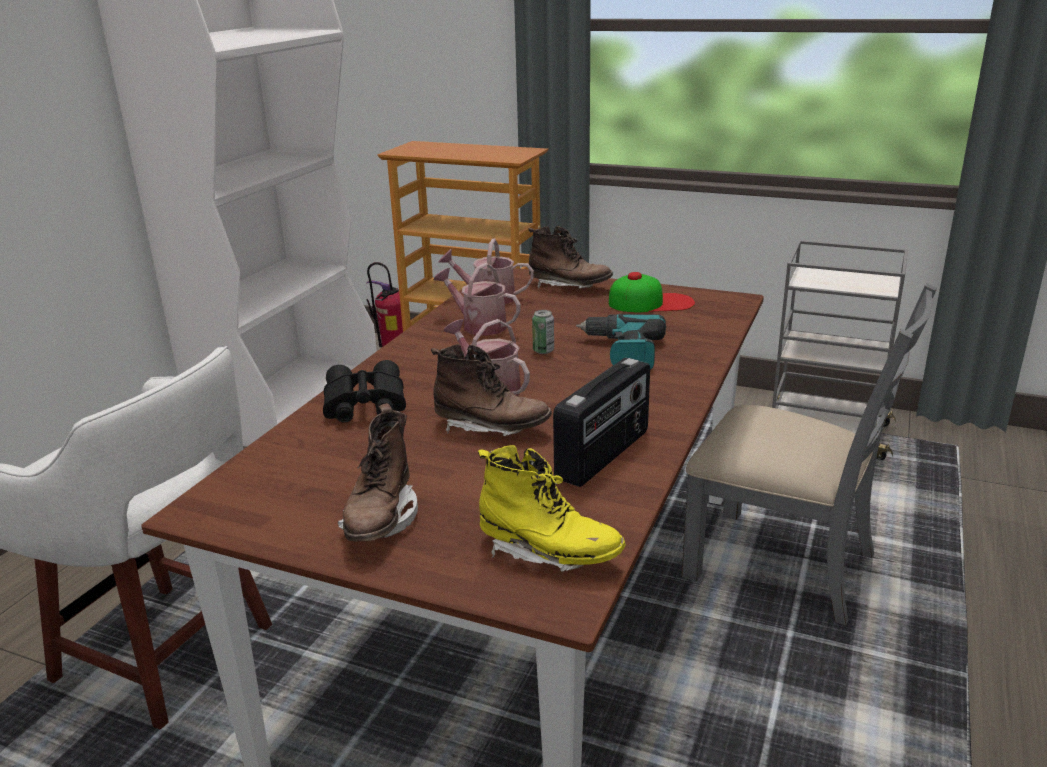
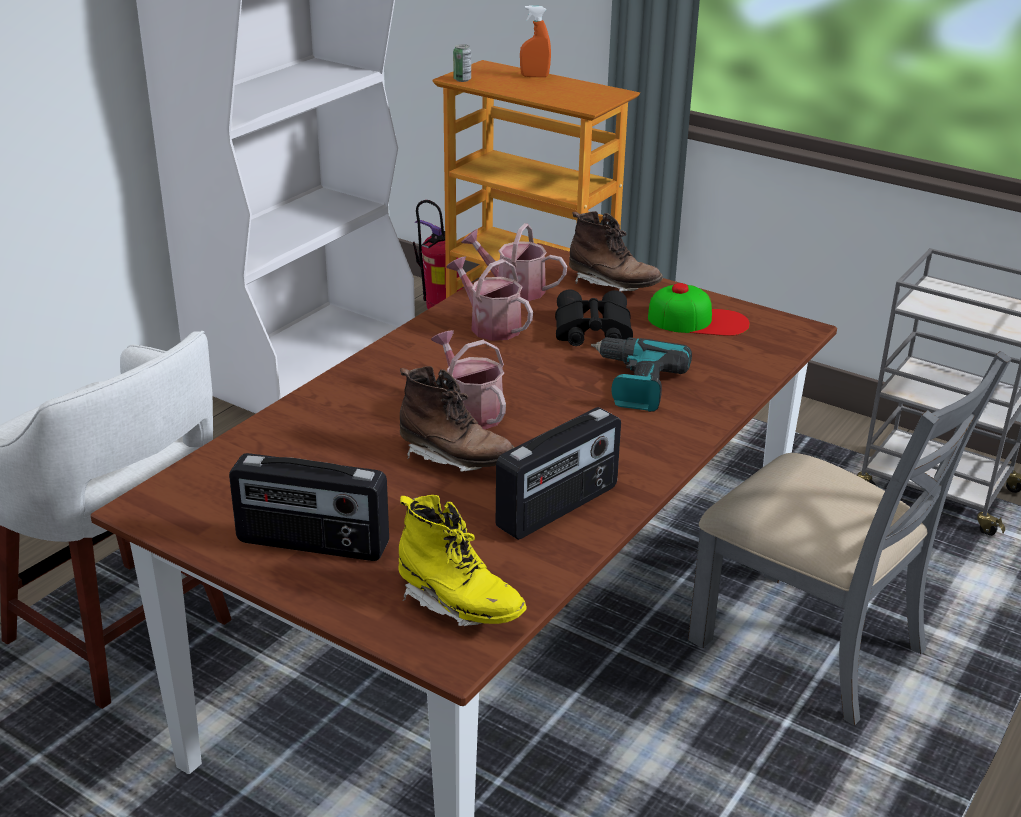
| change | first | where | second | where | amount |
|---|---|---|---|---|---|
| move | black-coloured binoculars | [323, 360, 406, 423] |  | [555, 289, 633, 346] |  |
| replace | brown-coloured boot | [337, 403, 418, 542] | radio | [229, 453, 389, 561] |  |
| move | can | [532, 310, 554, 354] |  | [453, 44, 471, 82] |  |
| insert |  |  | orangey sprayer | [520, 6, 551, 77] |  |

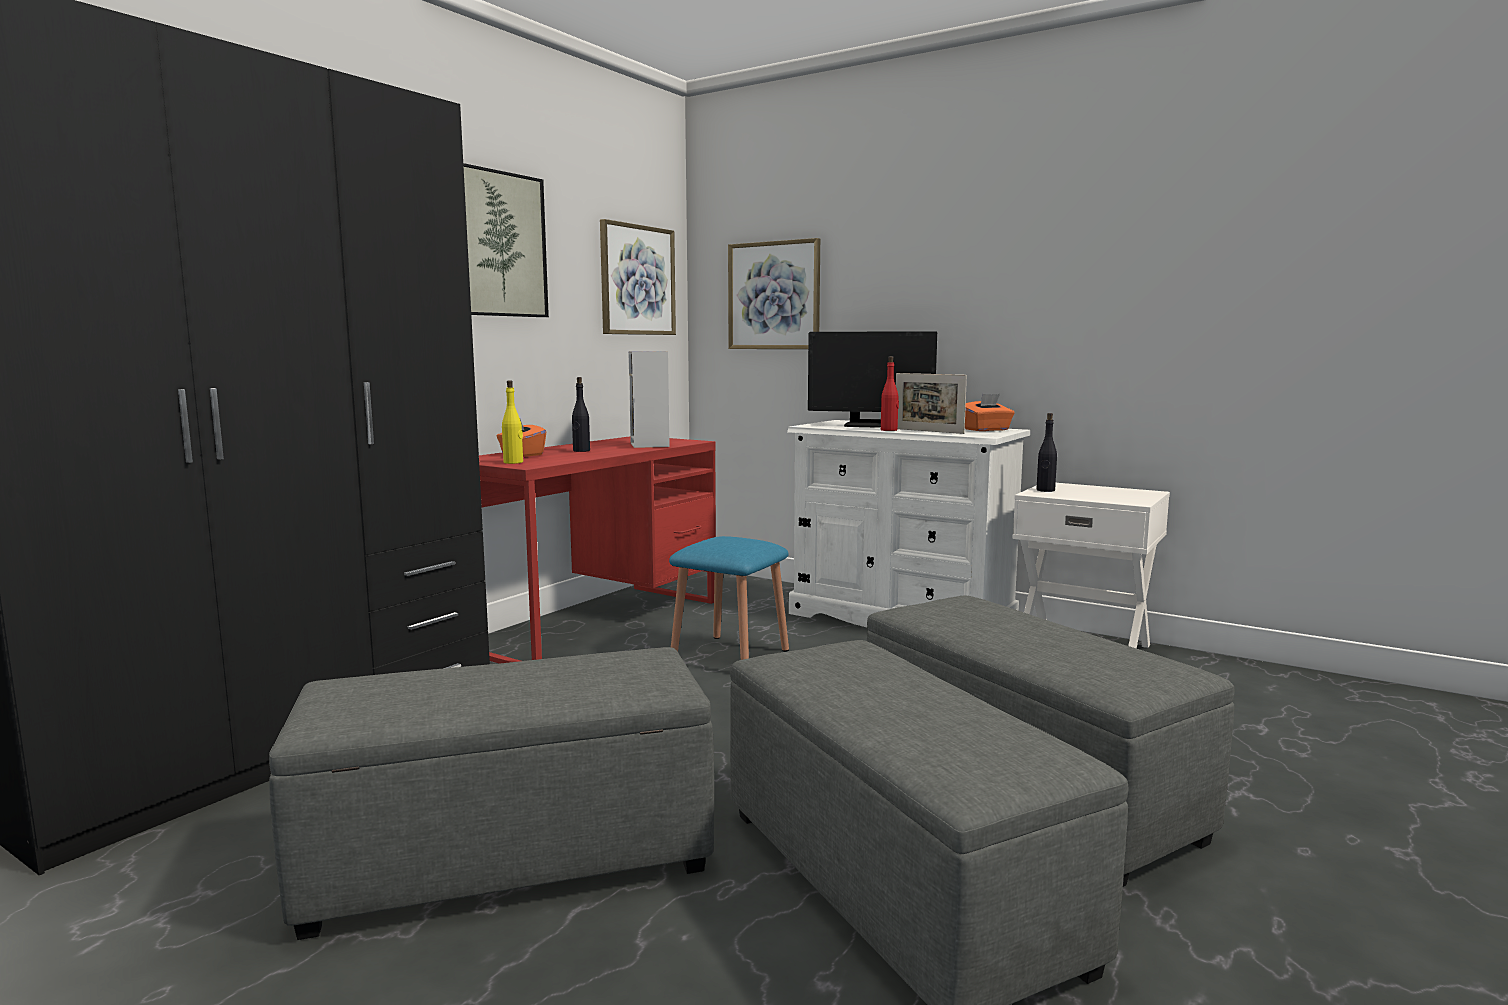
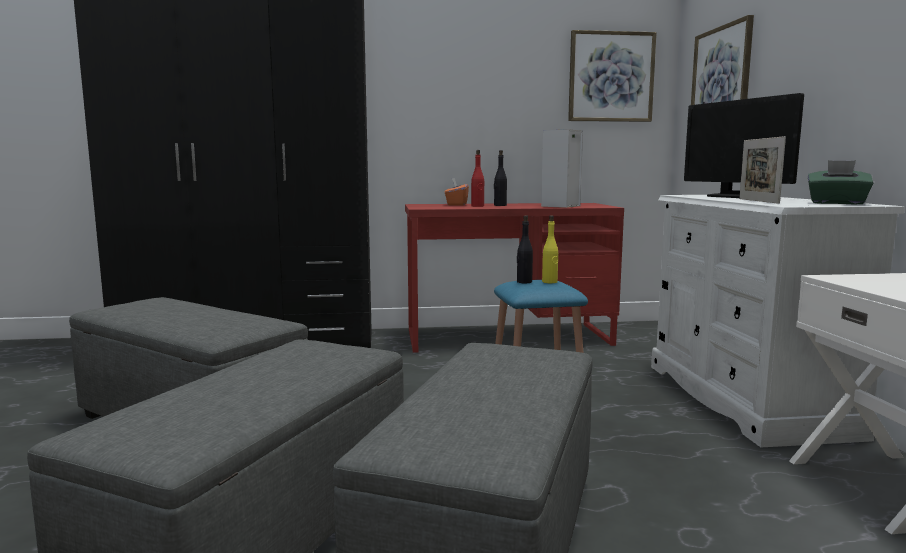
| change | first | where | second | where | amount |
|---|---|---|---|---|---|
| delete | picture | [463, 163, 549, 317] |  |  |  |
| move | yellow-coloured bottle | [502, 381, 523, 464] |  | [542, 215, 558, 283] |  |
| move | reddish bottle | [881, 356, 899, 431] |  | [471, 150, 484, 207] |  |
| recolor | orangey tissue holder | [965, 394, 1014, 431] | greenish tissue holder | [808, 160, 873, 205] |  |
| move | black-coloured bottle | [1036, 413, 1057, 492] |  | [517, 215, 533, 283] |  |

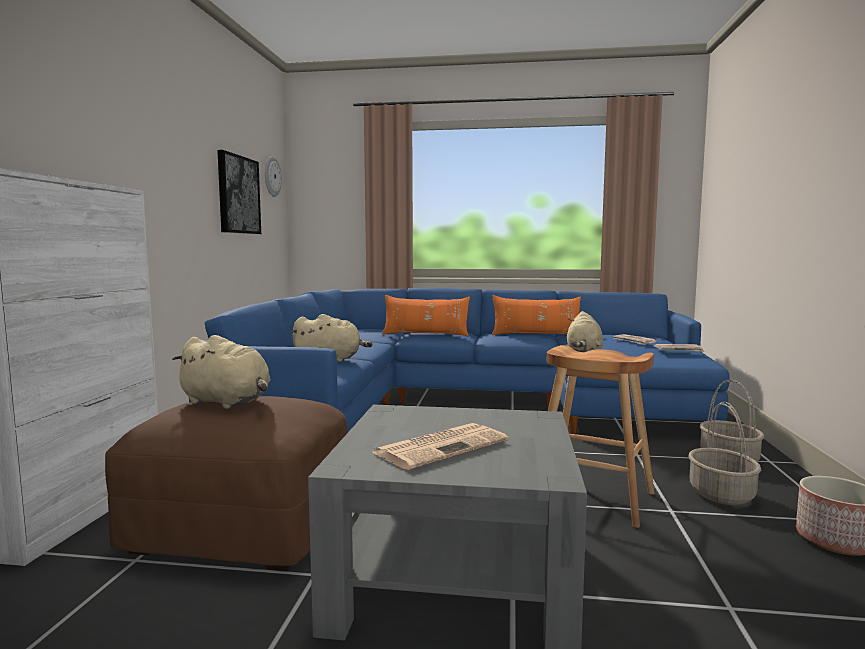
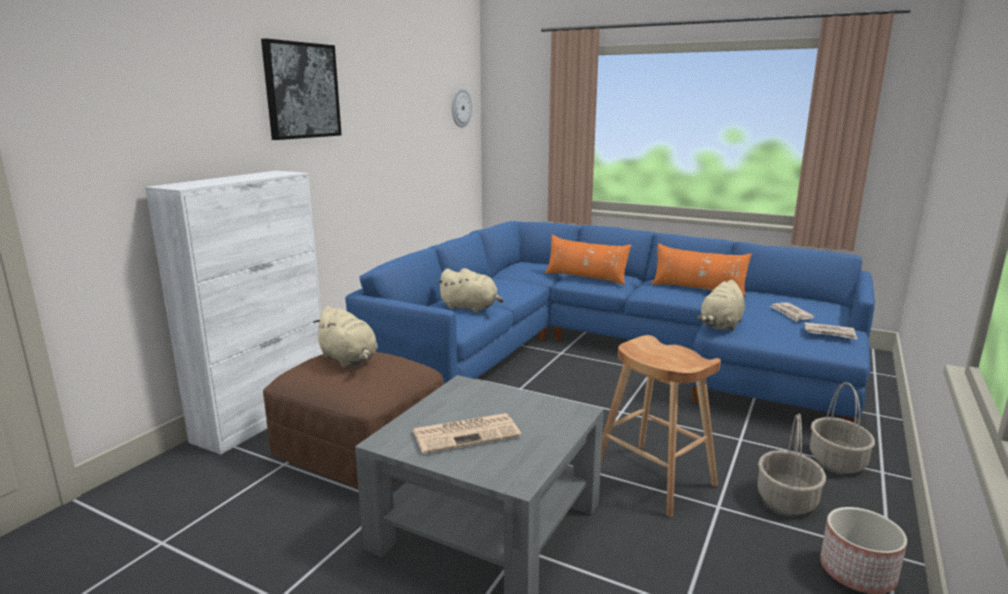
| change | first | where | second | where | amount |
|---|---|---|---|---|---|
| move | picture | [217, 150, 261, 234] |  | [261, 39, 342, 140] |  |

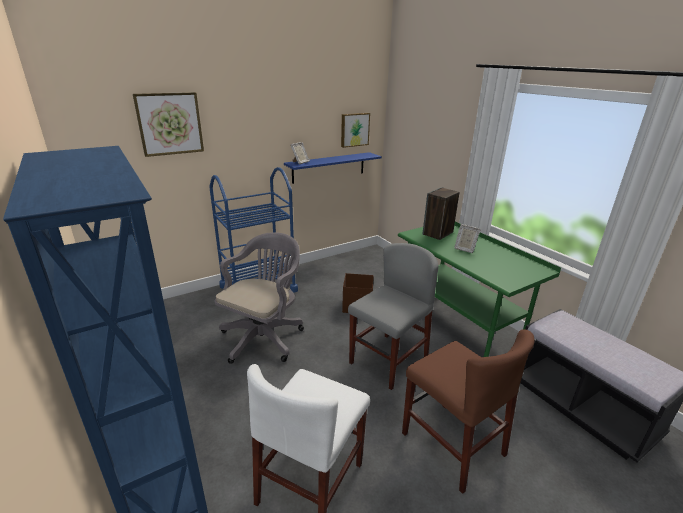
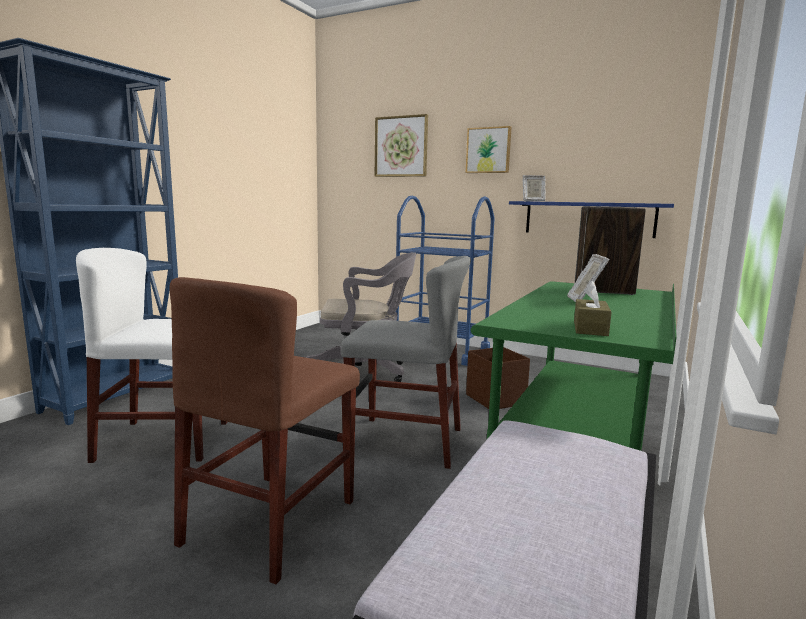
| change | first | where | second | where | amount |
|---|---|---|---|---|---|
| move | picture | [341, 113, 370, 148] |  | [466, 126, 512, 173] |  |
| insert |  |  | brown-coloured tissue holder | [574, 281, 612, 336] |  |

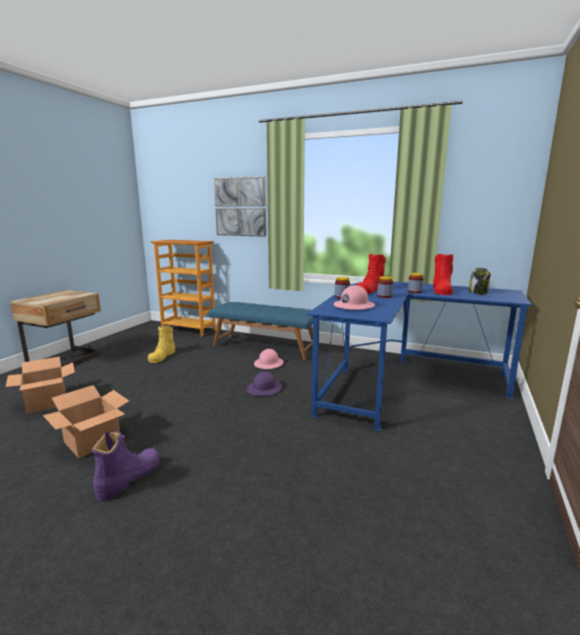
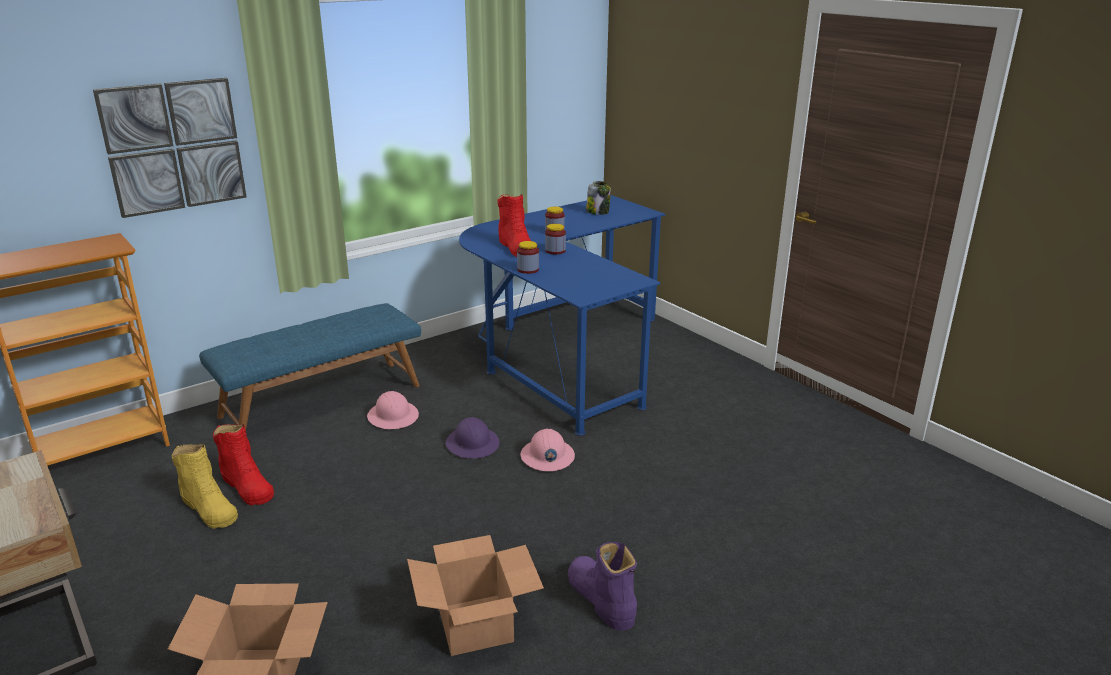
| change | first | where | second | where | amount |
|---|---|---|---|---|---|
| move | pink safety helmet | [334, 285, 375, 310] |  | [520, 429, 575, 471] |  |
| move | reddish boot | [433, 254, 453, 295] |  | [213, 424, 274, 505] |  |

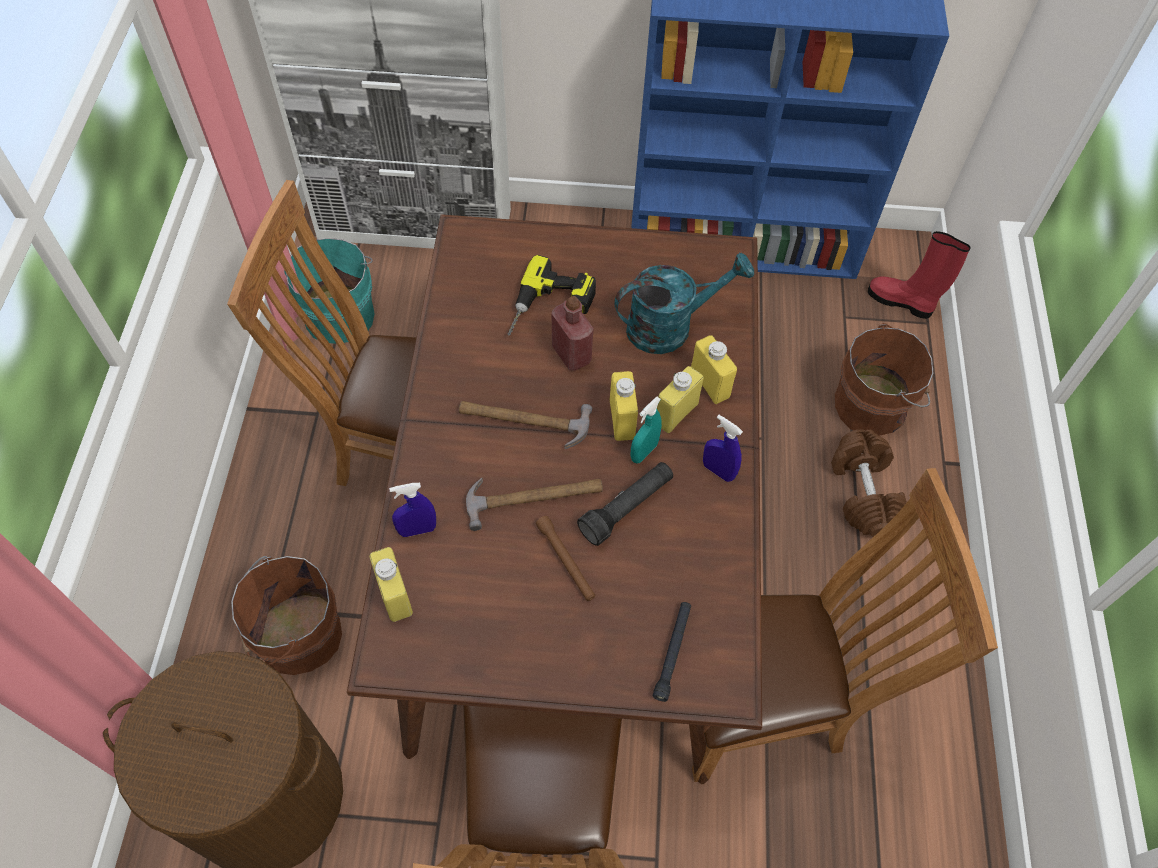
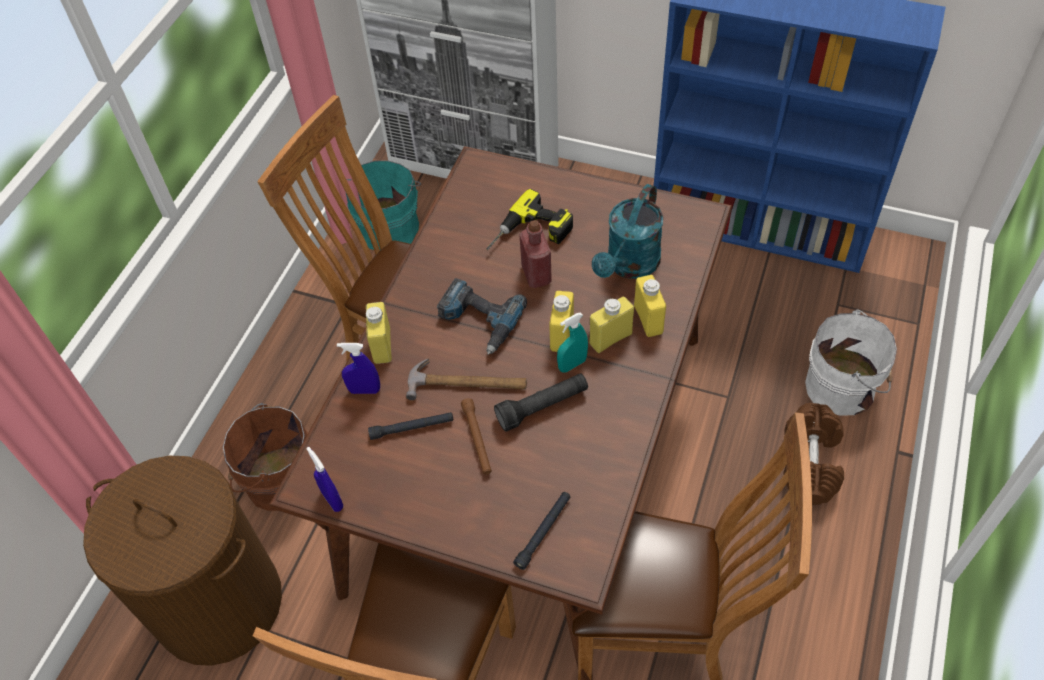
| change | first | where | second | where | amount |
|---|---|---|---|---|---|
| move | yellow-coloured bottle | [369, 547, 413, 622] |  | [366, 302, 392, 364] |  |
| replace | hand hammer | [459, 401, 592, 449] | electric drill | [437, 278, 527, 355] |  |
| rotate | turquoise watering pot | [614, 253, 754, 354] |  | [592, 184, 663, 279] | 120 degrees clockwise |
| move | bluish sprayer | [703, 415, 743, 482] |  | [306, 447, 343, 512] |  |
| recolor | brown-coloured pail | [835, 323, 933, 436] | white pail | [805, 310, 897, 416] |  |
| delete | reddish boot | [868, 231, 971, 319] |  |  |  |
| insert |  |  | black-coloured flashlight | [368, 412, 453, 440] |  |

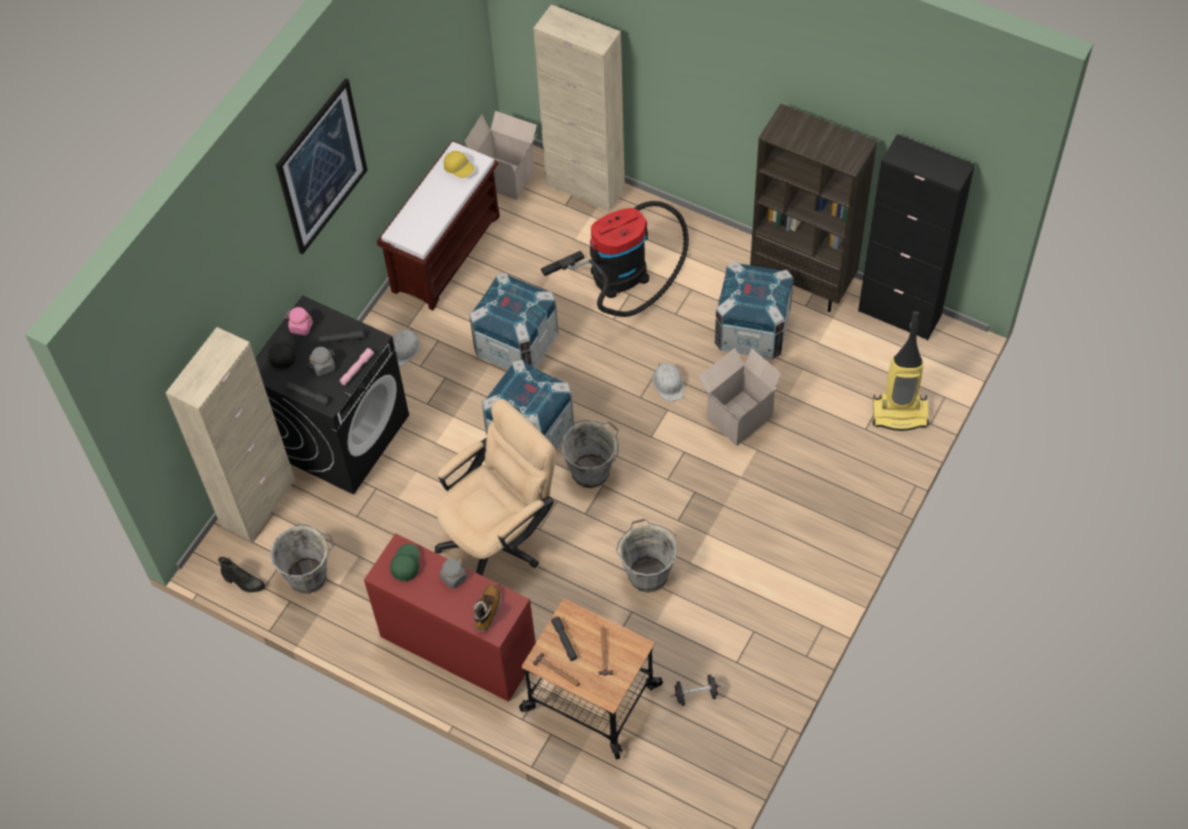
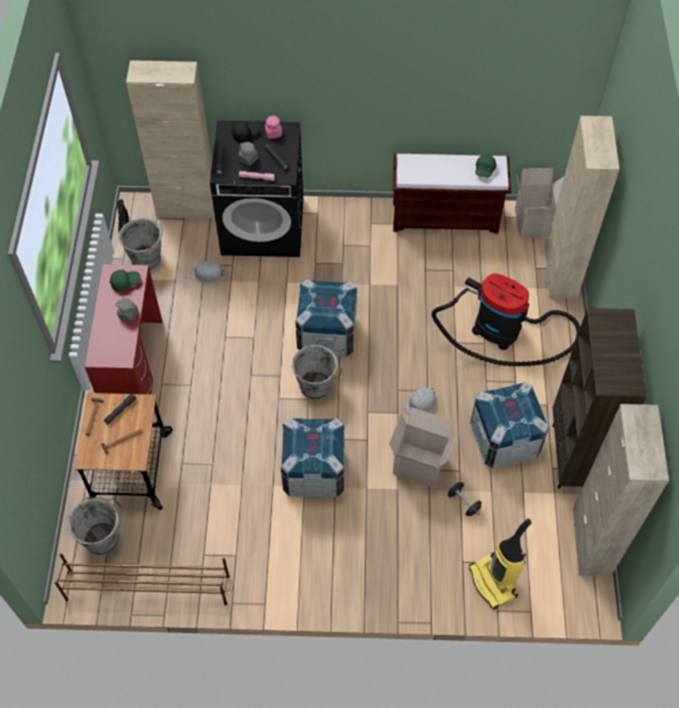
| change | first | where | second | where | amount |
|---|---|---|---|---|---|
| delete | picture | [276, 78, 368, 254] |  |  |  |
| move | white safety helmet | [393, 329, 420, 367] |  | [190, 261, 225, 283] |  |
| delete | beige office chair | [435, 399, 556, 575] |  |  |  |
| recolor | yellow-coloured baseball cap | [444, 151, 475, 178] | greenish baseball cap | [475, 155, 496, 178] |  |
| move | packing crate | [469, 273, 558, 370] |  | [281, 417, 345, 497] |  |
| delete | boot | [474, 584, 501, 632] |  |  |  |
| move | greyish pail | [616, 519, 677, 593] |  | [68, 497, 121, 555] |  |
| move | black-coloured free weight | [671, 675, 722, 706] |  | [448, 482, 482, 516] |  |
| recolor | black-coloured storage cabinet | [858, 134, 975, 341] | beige storage cabinet | [573, 404, 669, 576] |  |
| insert |  |  | brown-coloured shoe shelf | [55, 553, 230, 605] |  |

